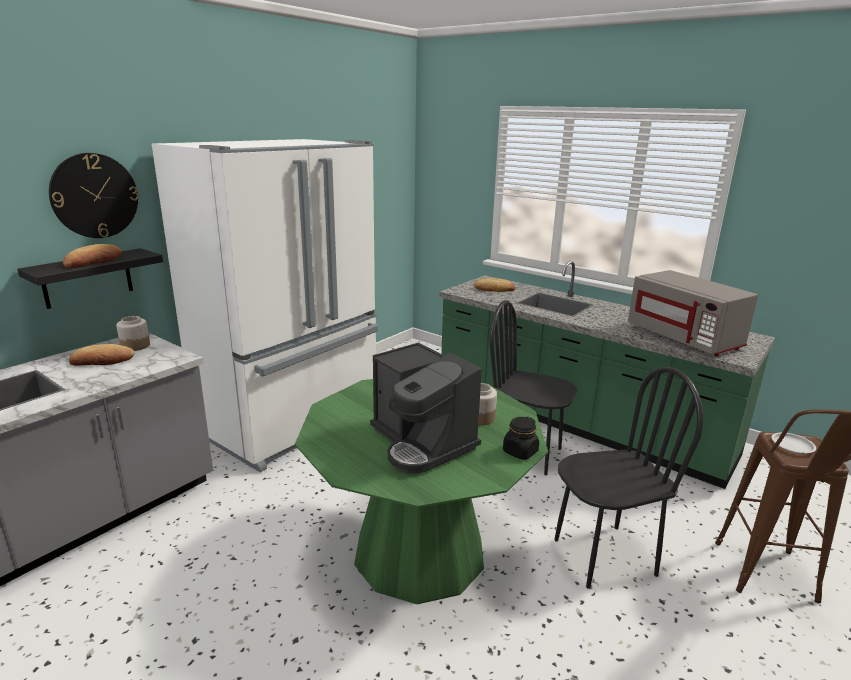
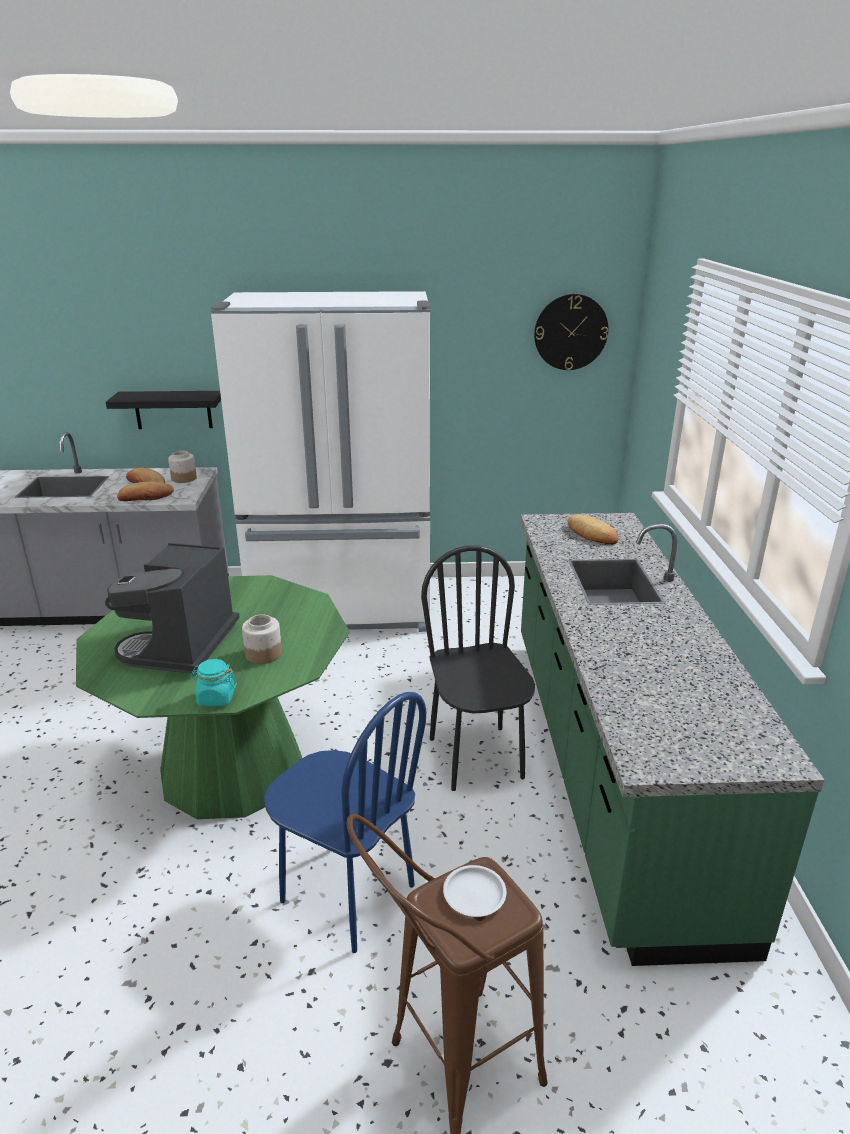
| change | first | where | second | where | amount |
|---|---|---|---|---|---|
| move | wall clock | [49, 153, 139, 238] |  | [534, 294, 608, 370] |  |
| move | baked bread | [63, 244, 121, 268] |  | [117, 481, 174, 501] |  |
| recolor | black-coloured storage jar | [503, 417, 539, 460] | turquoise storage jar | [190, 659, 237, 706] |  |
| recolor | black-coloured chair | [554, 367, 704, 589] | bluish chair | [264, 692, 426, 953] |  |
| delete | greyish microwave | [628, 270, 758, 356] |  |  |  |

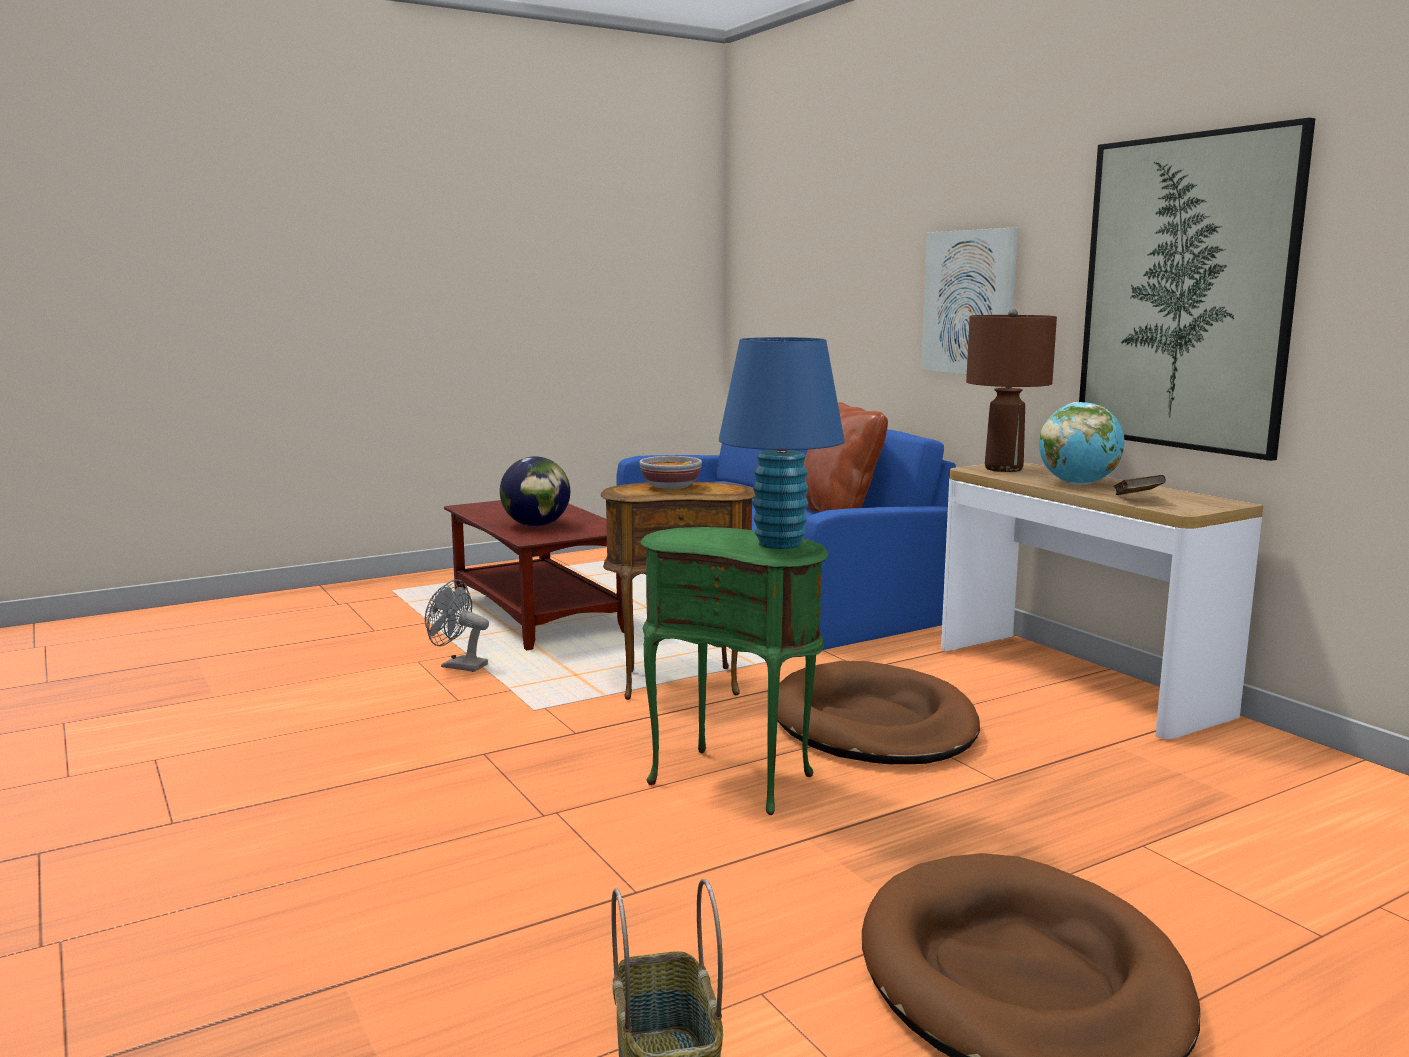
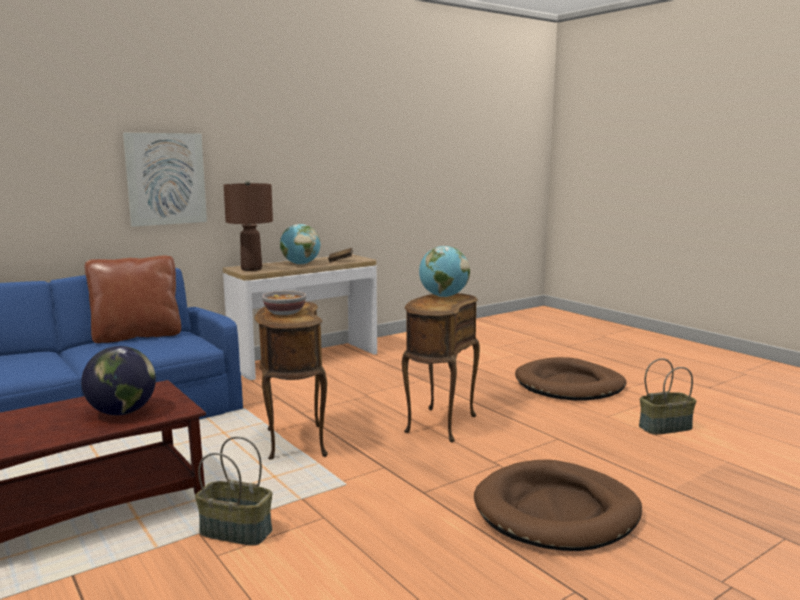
| change | first | where | second | where | amount |
|---|---|---|---|---|---|
| replace | greyish electric fan | [425, 579, 489, 672] | storage basket | [195, 436, 272, 546] |  |
| recolor | greenish accent table | [640, 527, 828, 815] | brown-coloured accent table | [402, 293, 480, 442] |  |
| replace | bluish lamp for a table | [719, 337, 845, 549] | globe | [419, 246, 470, 297] |  |
| move | brown-coloured dog cushion | [777, 661, 980, 764] |  | [474, 460, 642, 551] |  |
| delete | picture | [1079, 118, 1315, 461] |  |  |  |

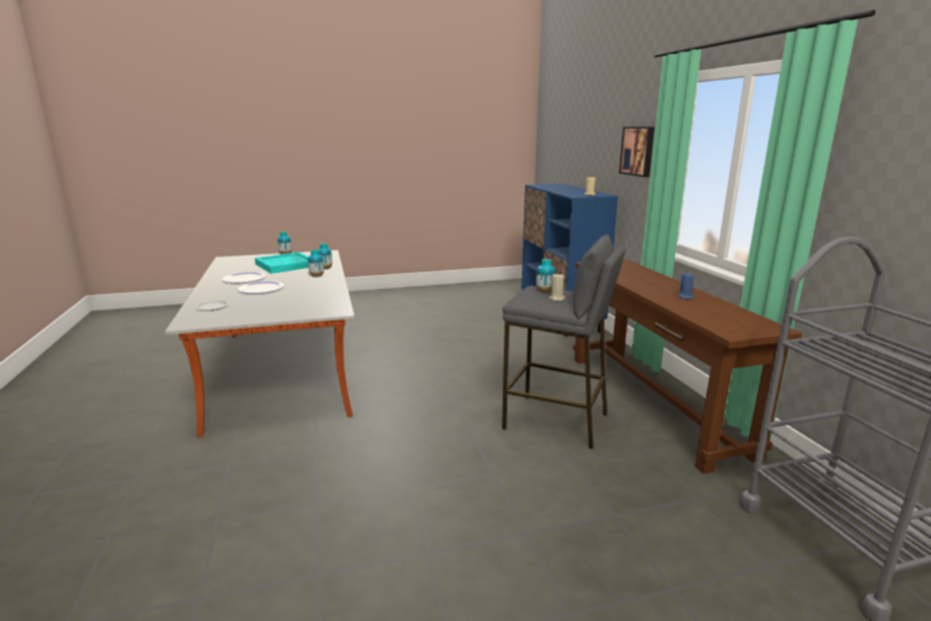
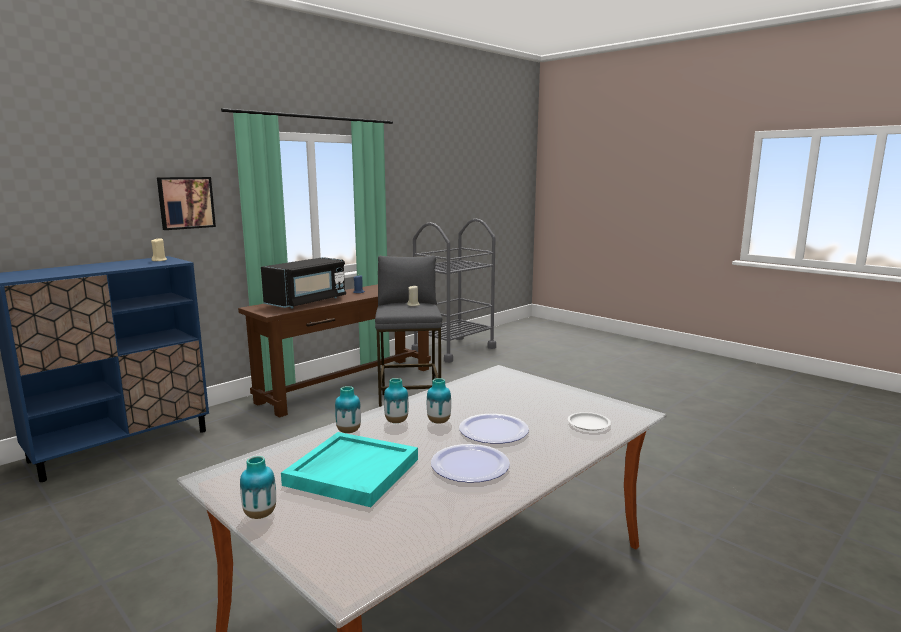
| change | first | where | second | where | amount |
|---|---|---|---|---|---|
| move | vase | [536, 259, 555, 293] |  | [427, 378, 451, 424] |  |
| insert |  |  | black-coloured microwave | [261, 257, 346, 309] |  |

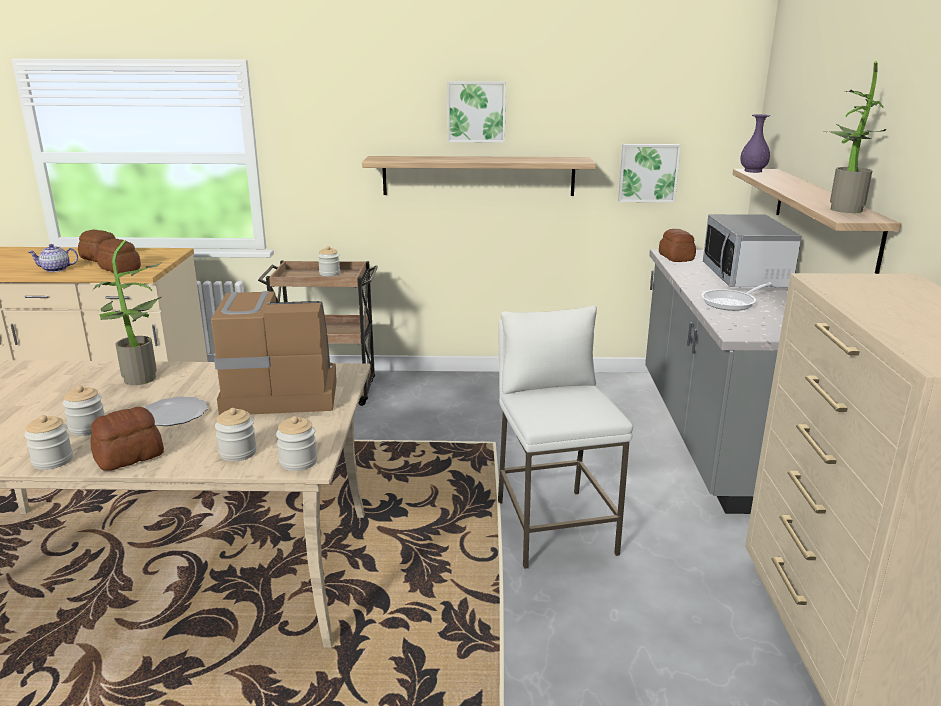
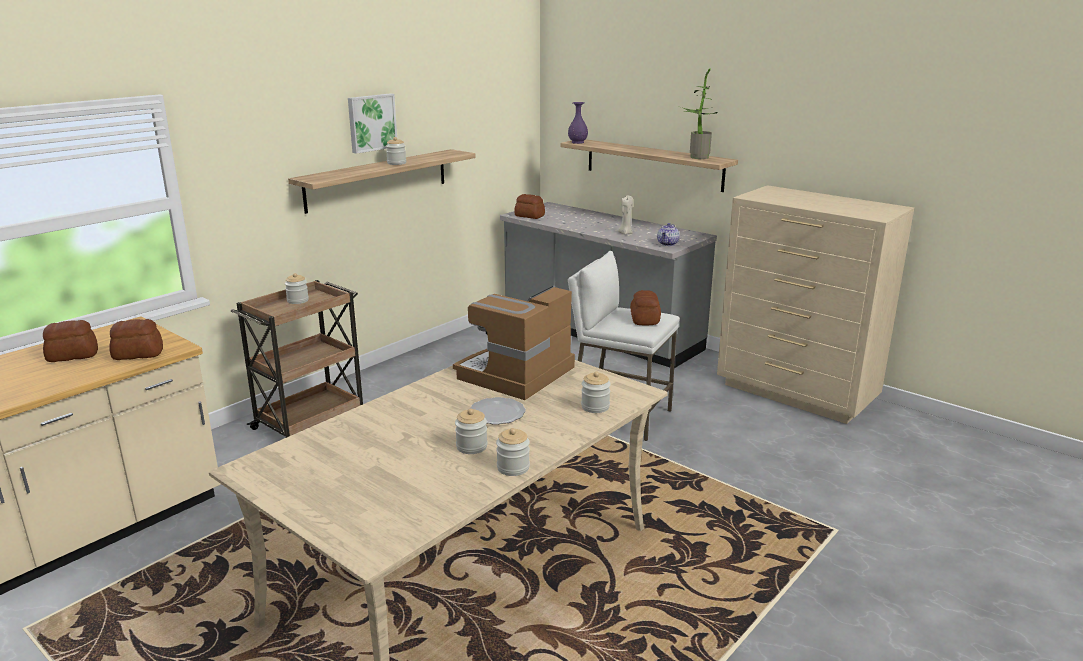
| change | first | where | second | where | amount |
|---|---|---|---|---|---|
| move | teapot | [28, 244, 78, 272] |  | [657, 223, 680, 246] |  |
| move | baked bread | [91, 407, 164, 471] |  | [630, 290, 661, 325] |  |
| delete | plant in a pot | [92, 240, 162, 385] |  |  |  |
| move | storage jar | [276, 416, 317, 471] |  | [386, 137, 406, 165] |  |
| delete | picture | [618, 144, 681, 202] |  |  |  |
| replace | frying pan | [701, 282, 772, 311] | beige wax light | [618, 196, 633, 234] |  |
| delete | microwave | [703, 214, 801, 287] |  |  |  |

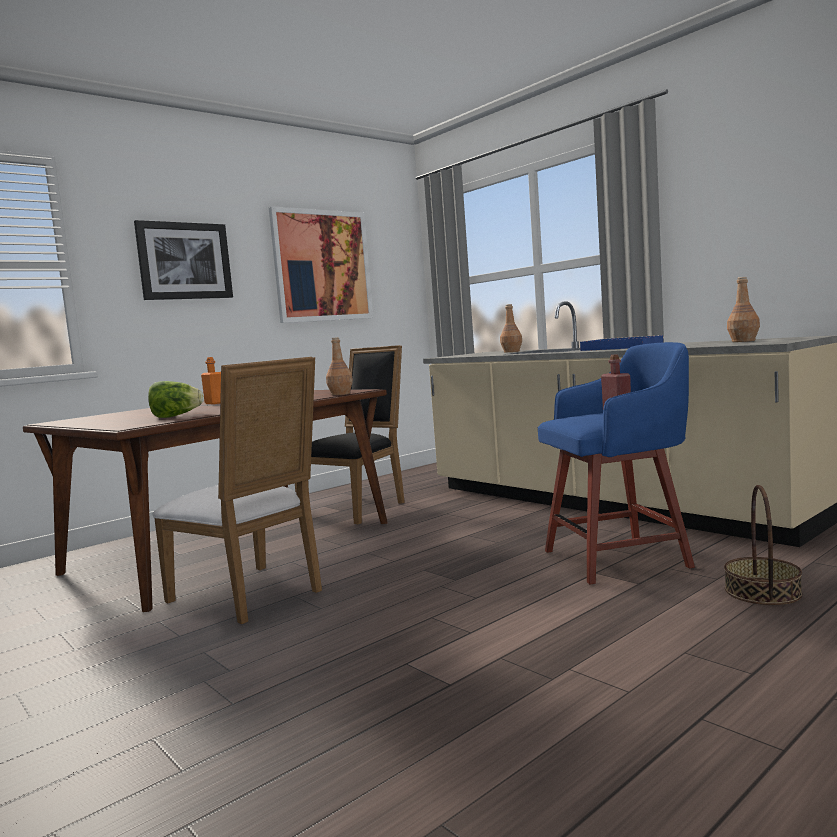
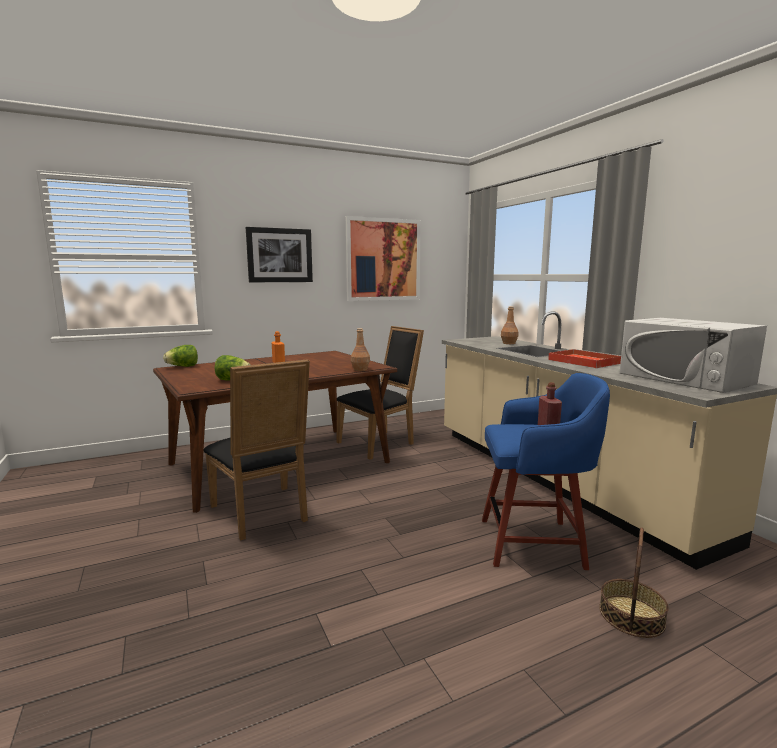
| change | first | where | second | where | amount |
|---|---|---|---|---|---|
| recolor | white chair | [152, 357, 322, 624] | black-coloured chair | [204, 359, 310, 541] |  |
| recolor | bluish tray | [580, 335, 664, 351] | reddish tray | [548, 349, 621, 368] |  |
| replace | brown-coloured bottle | [727, 277, 760, 342] | white microwave | [619, 318, 767, 393] |  |
| insert |  |  | lettuce head | [163, 345, 198, 367] |  |

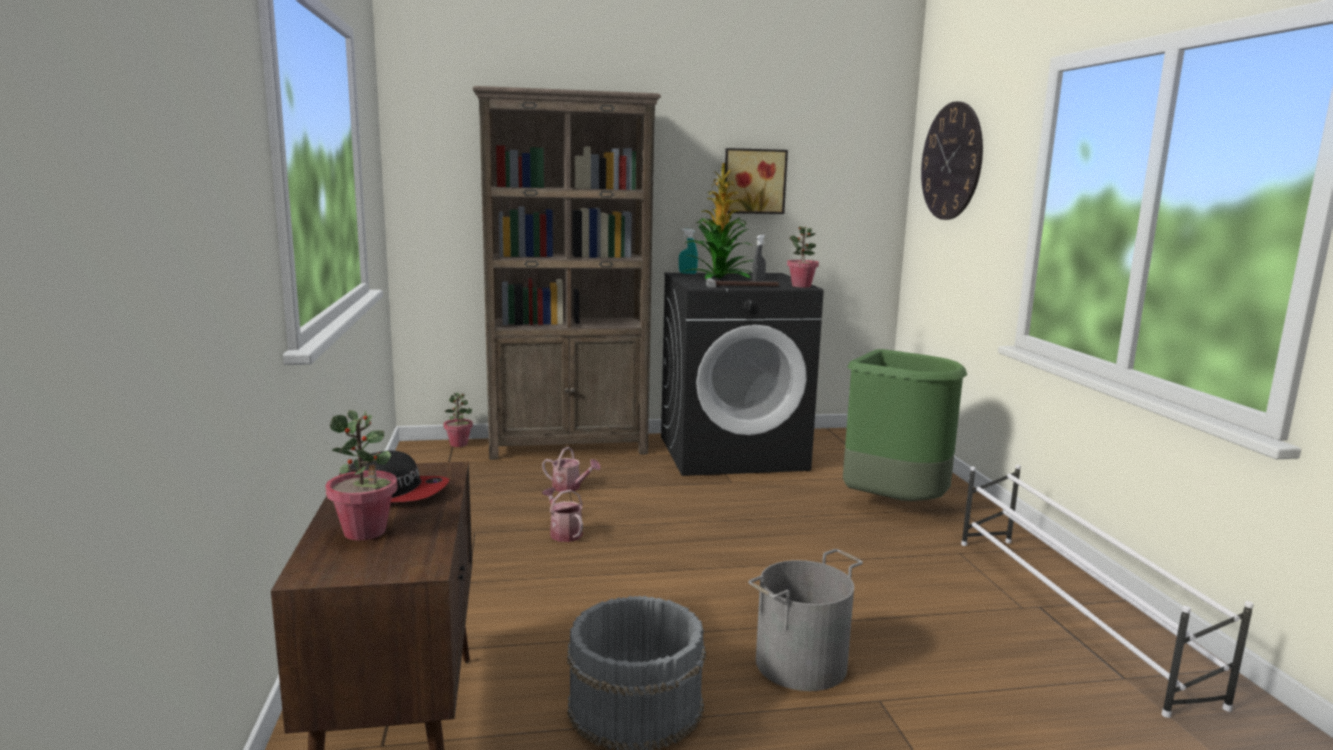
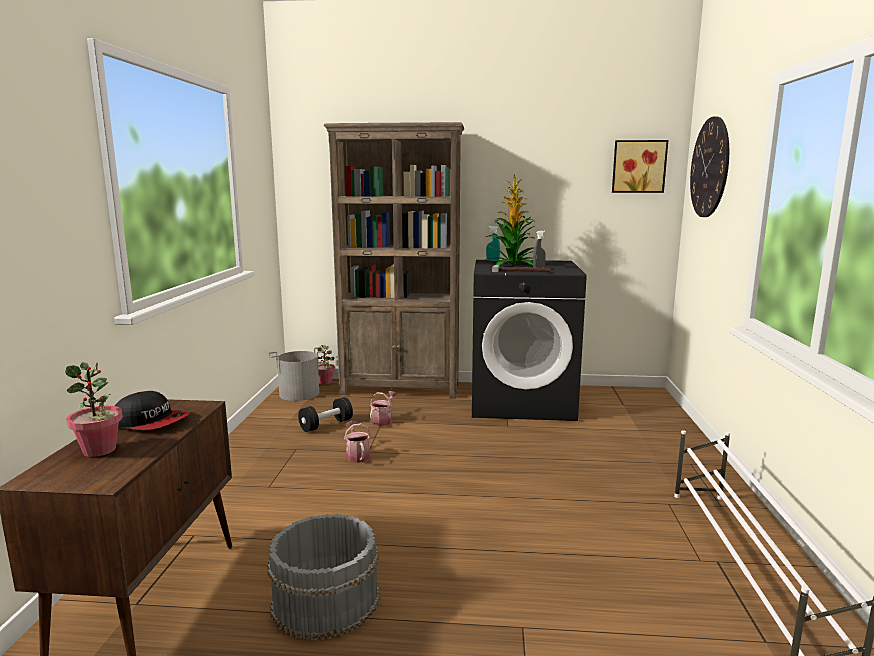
| change | first | where | second | where | amount |
|---|---|---|---|---|---|
| rotate | watering pot | [542, 447, 601, 492] |  | [370, 391, 397, 426] | 105 degrees counterclockwise |
| move | picture | [725, 148, 788, 214] |  | [612, 140, 668, 193] |  |
| move | greyish pail | [748, 549, 863, 691] |  | [268, 347, 326, 401] |  |
| delete | plant in a pot | [787, 226, 819, 288] |  |  |  |
| delete | greenish trash can | [843, 349, 967, 501] |  |  |  |
| insert |  |  | black-coloured free weight | [298, 397, 353, 432] |  |

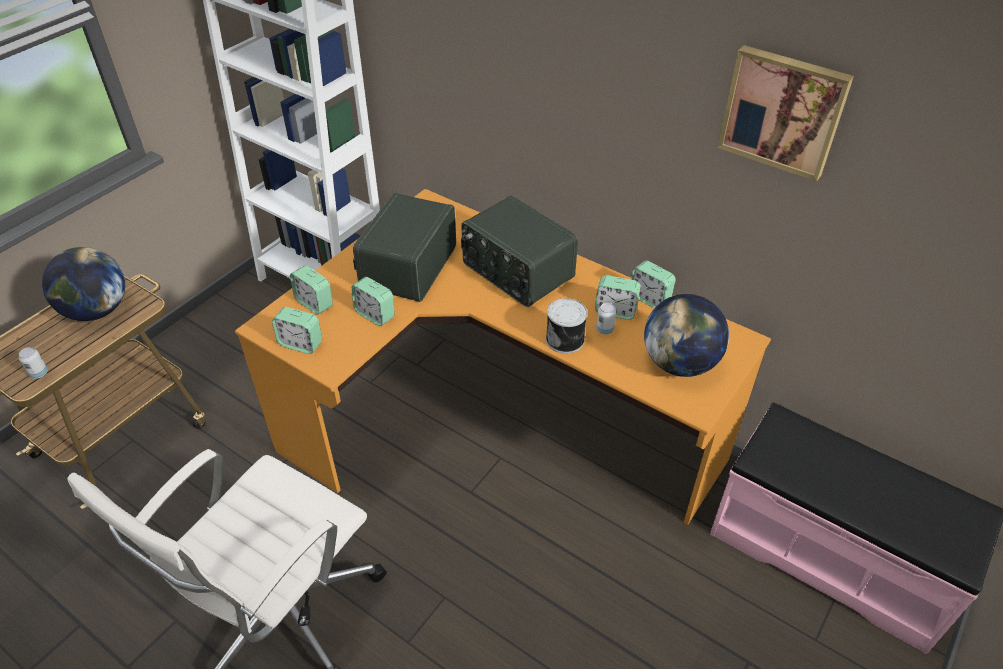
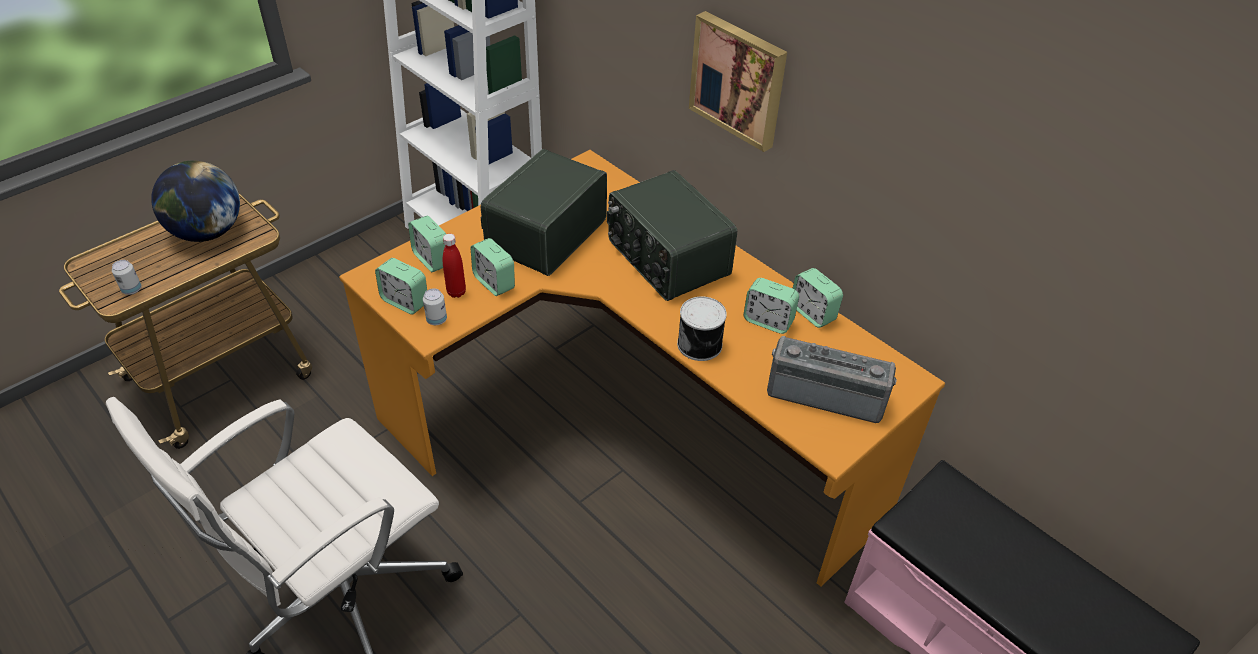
| change | first | where | second | where | amount |
|---|---|---|---|---|---|
| move | can | [596, 303, 616, 335] |  | [423, 288, 447, 325] |  |
| replace | globe | [644, 294, 729, 377] | radio | [767, 336, 897, 423] |  |
| move | picture | [717, 45, 854, 182] |  | [689, 11, 787, 152] |  |
| insert |  |  | reddish bottle | [443, 234, 466, 298] |  |

